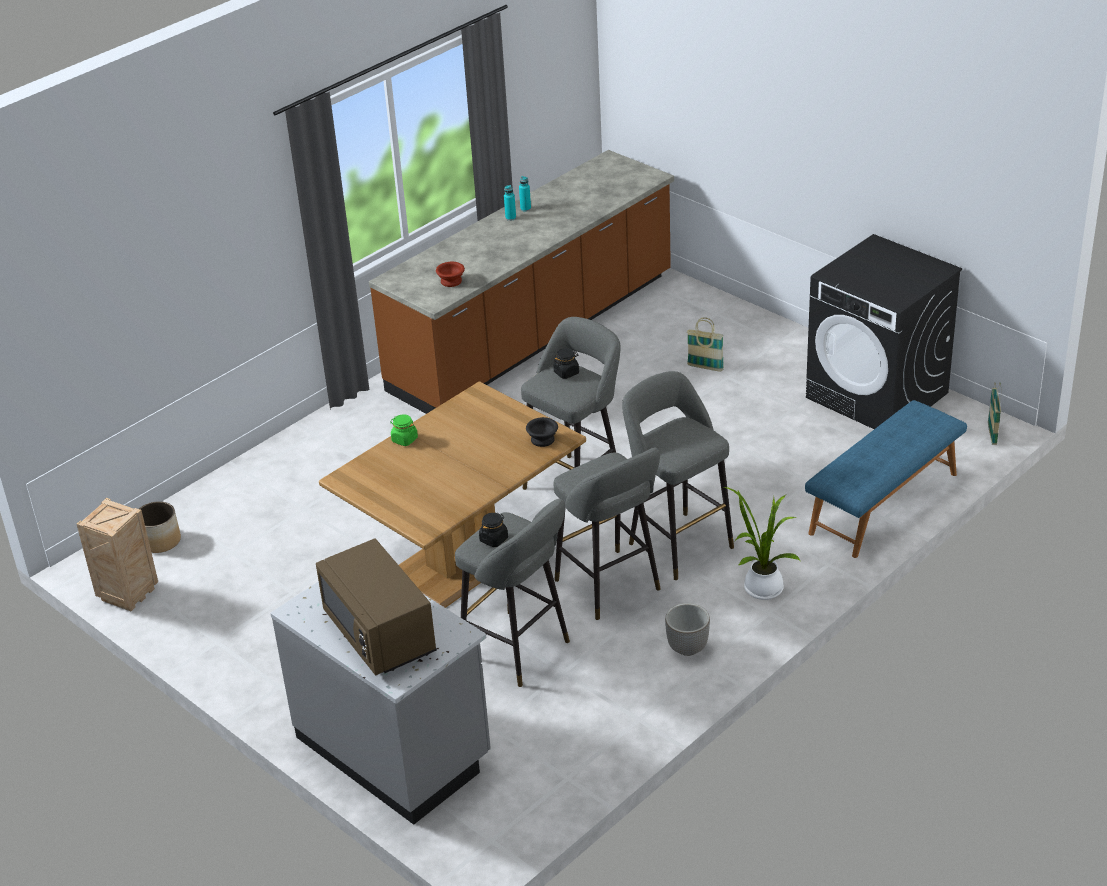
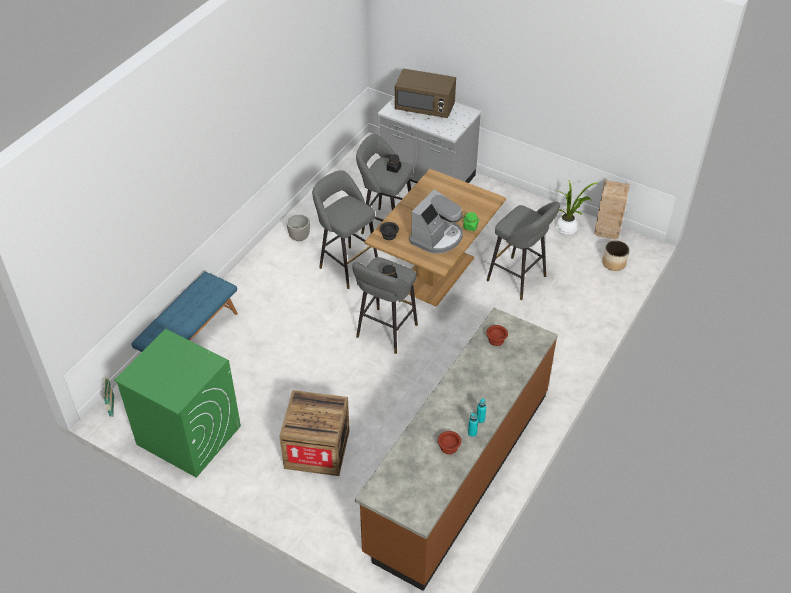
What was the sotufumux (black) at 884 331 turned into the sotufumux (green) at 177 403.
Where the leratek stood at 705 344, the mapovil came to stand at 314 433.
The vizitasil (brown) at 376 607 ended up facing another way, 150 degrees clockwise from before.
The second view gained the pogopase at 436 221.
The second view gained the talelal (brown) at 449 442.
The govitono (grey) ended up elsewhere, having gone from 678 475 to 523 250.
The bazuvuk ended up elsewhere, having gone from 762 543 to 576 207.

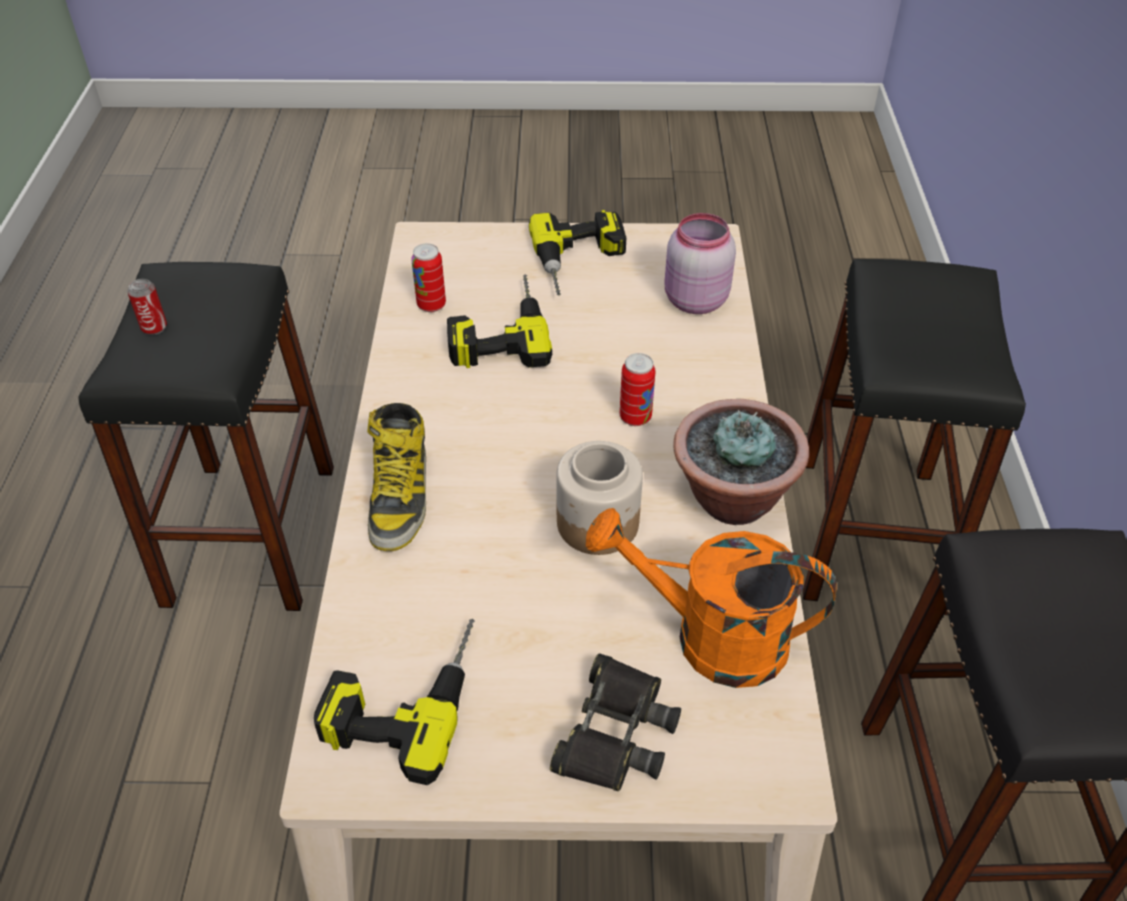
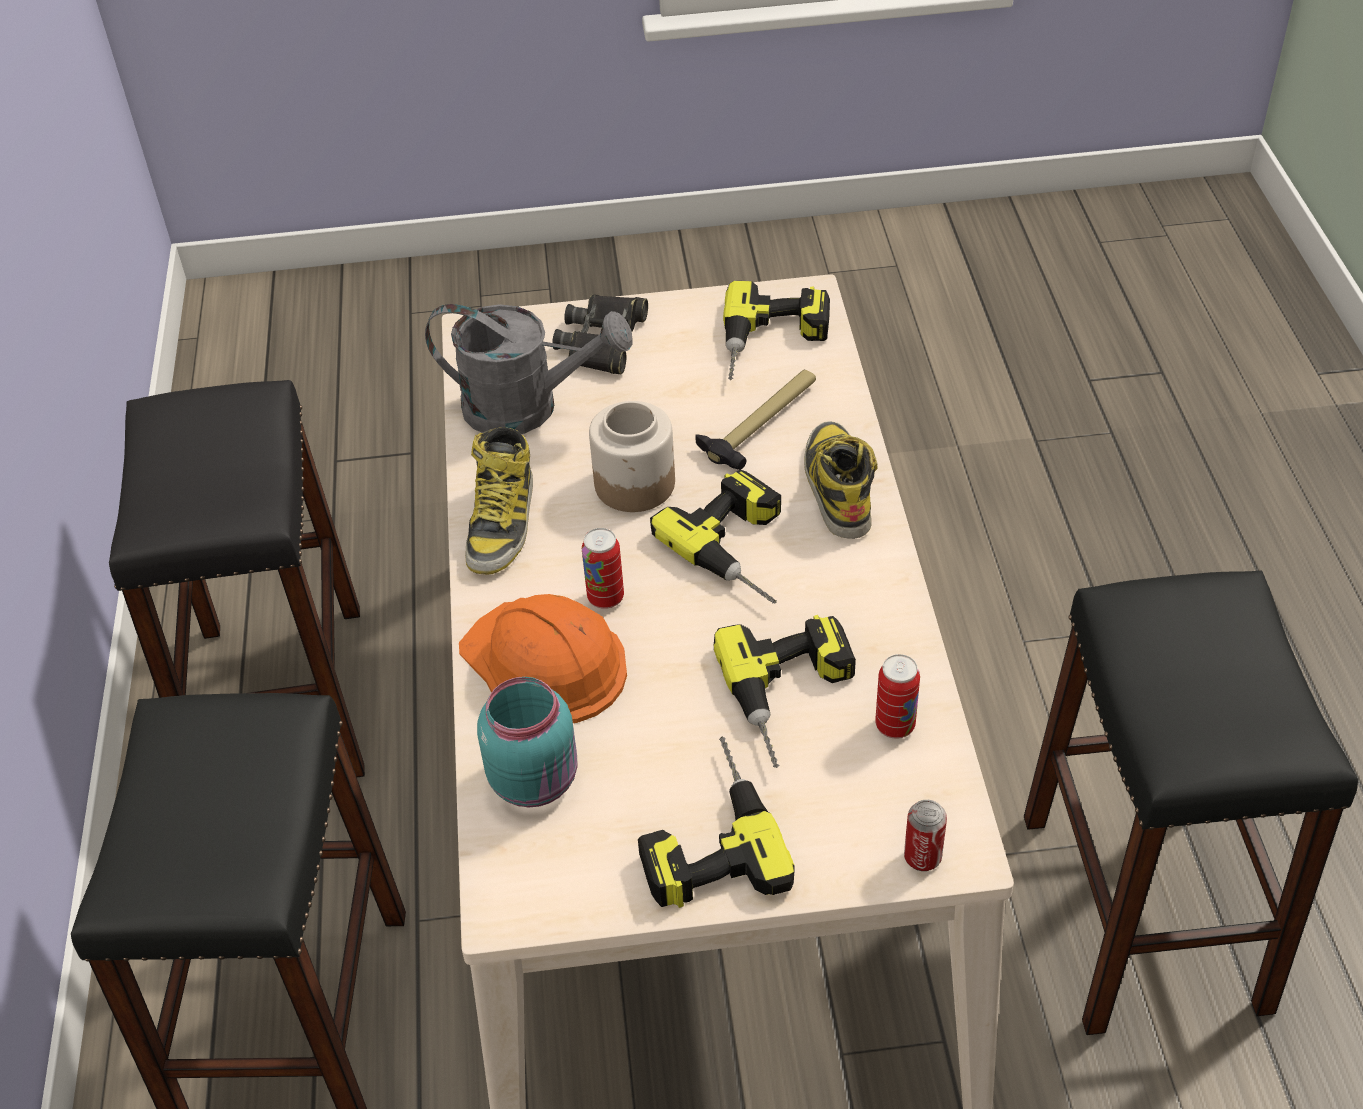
What was the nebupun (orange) at 711 598 turned into the nebupun (grey) at 528 369.
The second view gained the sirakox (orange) at 543 658.
Where the bazuvuk stood at 741 462, the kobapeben came to stand at 499 501.
What was the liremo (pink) at 700 263 turned into the liremo (turquoise) at 527 742.
The second view gained the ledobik at 715 536.
The second view gained the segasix at 755 420.
The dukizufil ended up elsewhere, having gone from 147 307 to 925 835.

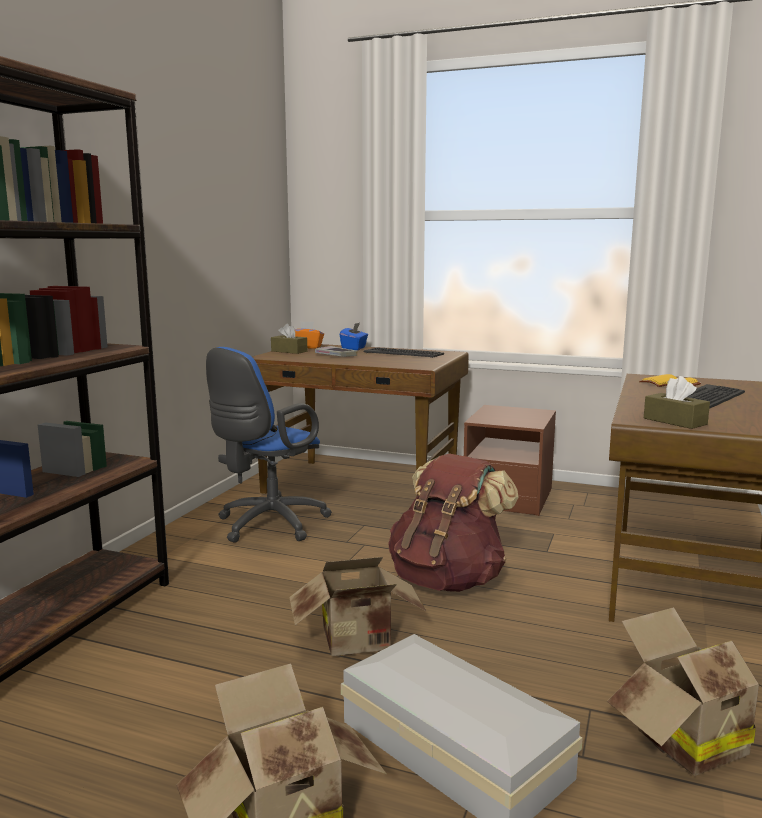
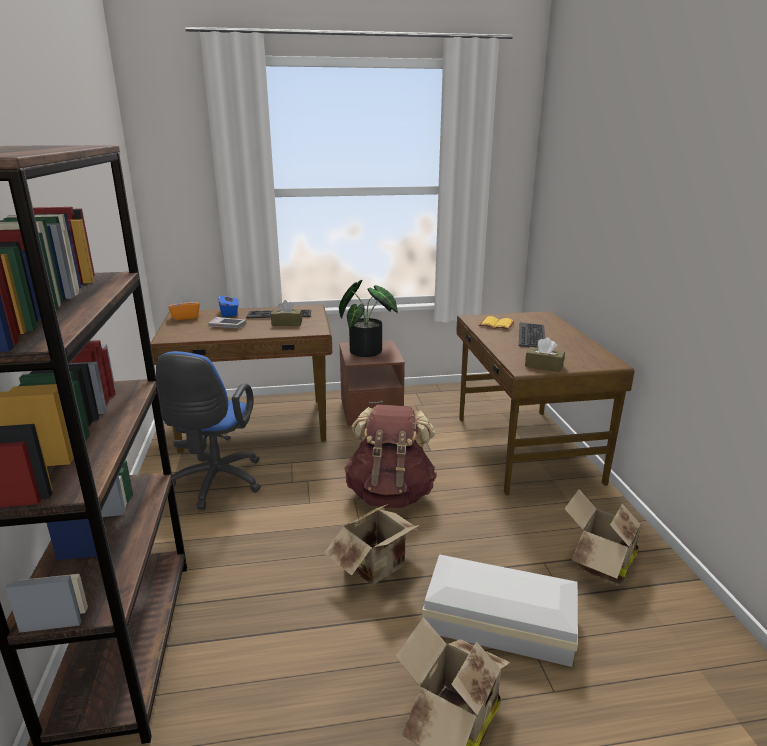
The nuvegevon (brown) ended up elsewhere, having gone from 289 339 to 286 313.
The second view gained the bazuvuk at 368 318.

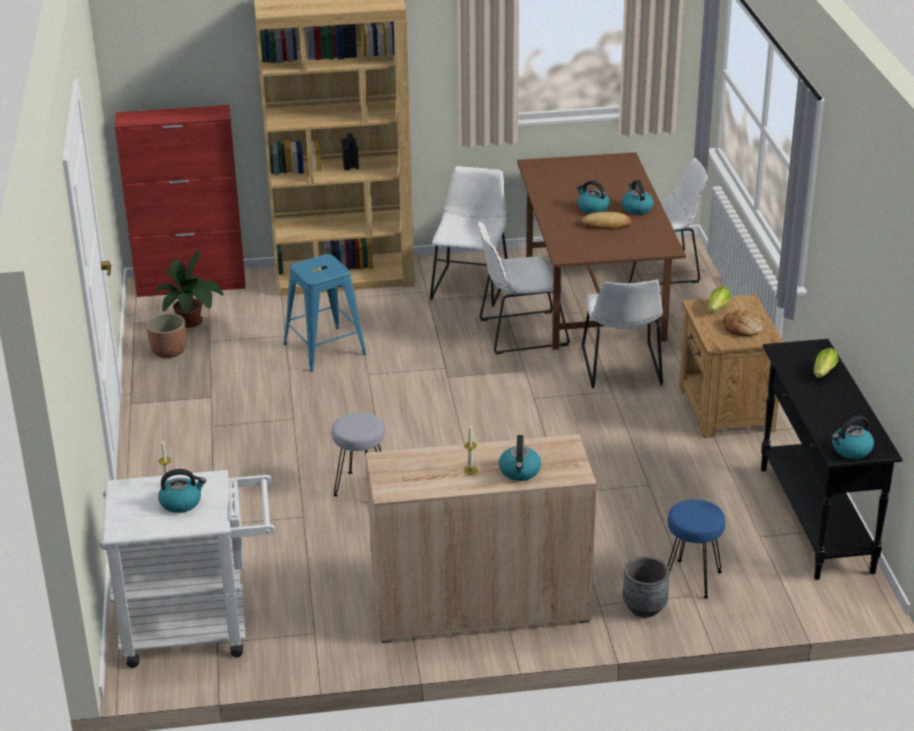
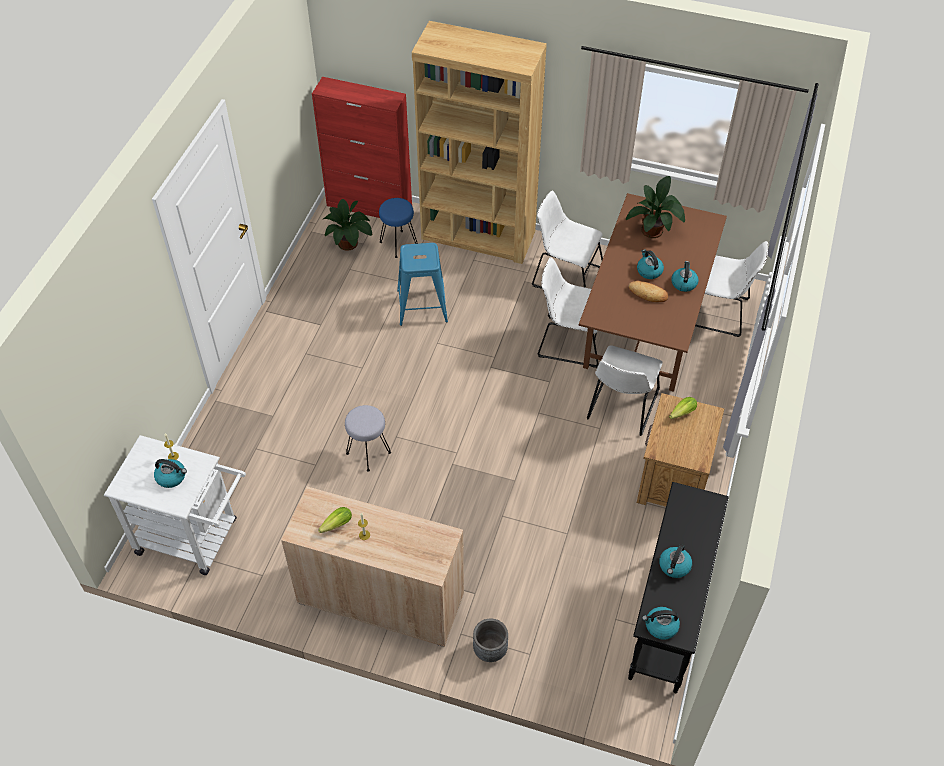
The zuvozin ended up elsewhere, having gone from 826 363 to 335 520.
The govitono (blue) ended up elsewhere, having gone from 696 548 to 398 228.
The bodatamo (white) at 469 236 ended up facing another way, 105 degrees counterclockwise from before.
The second view gained the bazuvuk at 655 207.
The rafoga ended up elsewhere, having gone from 520 458 to 675 561.
The second view lost the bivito at 166 335.
The second view lost the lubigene at 743 322.

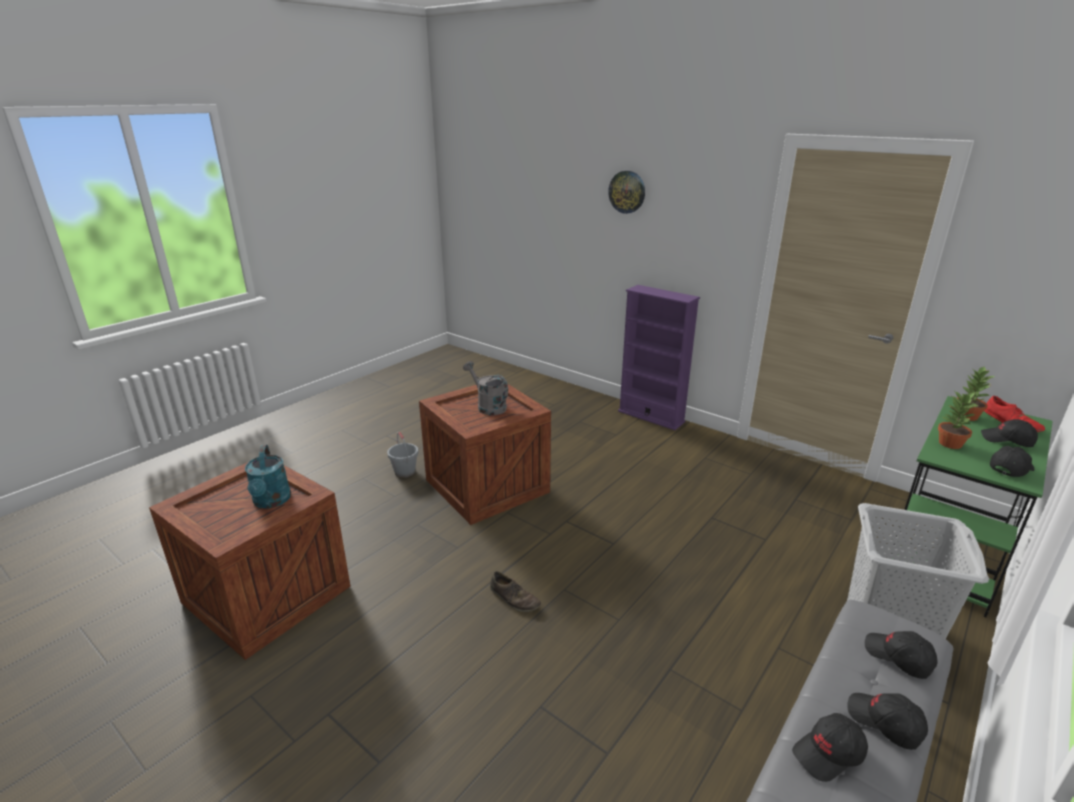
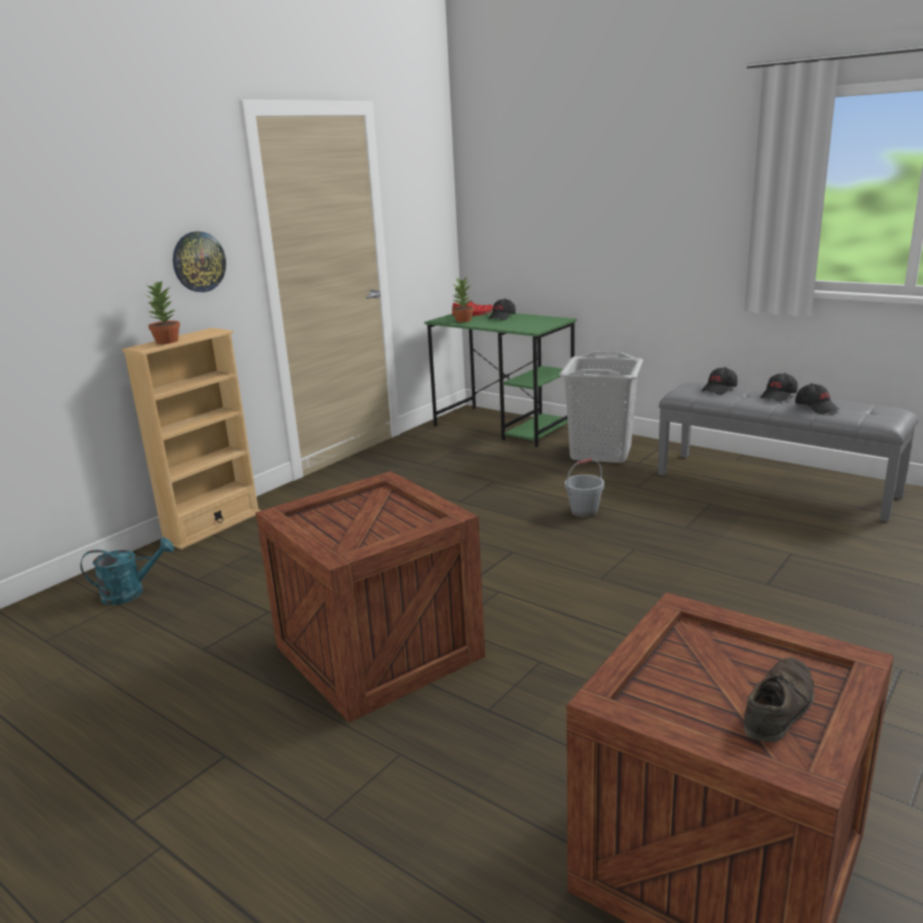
The nebupun (turquoise) ended up elsewhere, having gone from 268 477 to 127 571.
What was the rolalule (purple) at 659 357 turned into the rolalule (beige) at 191 438.
The bazuvuk ended up elsewhere, having gone from 958 420 to 163 312.
The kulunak ended up elsewhere, having gone from 626 192 to 199 261.
The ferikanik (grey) ended up elsewhere, having gone from 402 455 to 584 488.
The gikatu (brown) ended up elsewhere, having gone from 515 591 to 779 699.
The second view lost the nebupun (grey) at 485 388.
The second view lost the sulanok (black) at 1012 461.

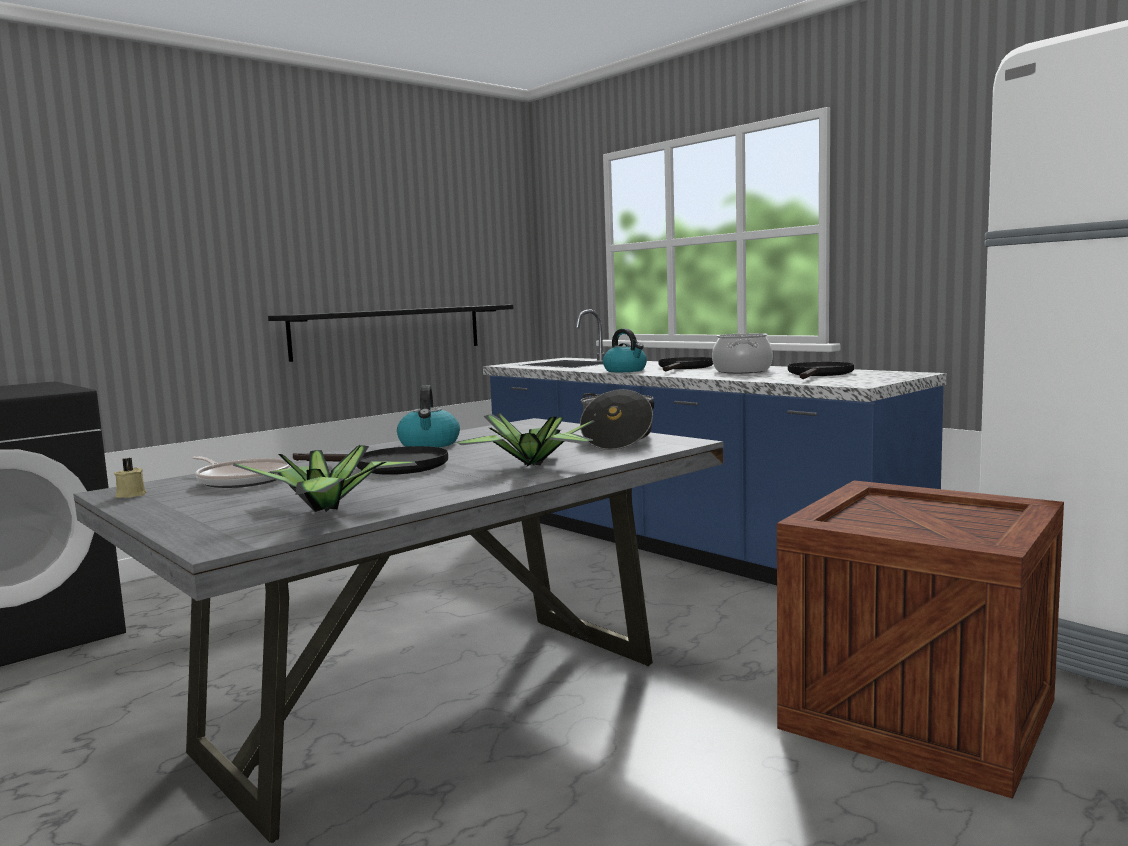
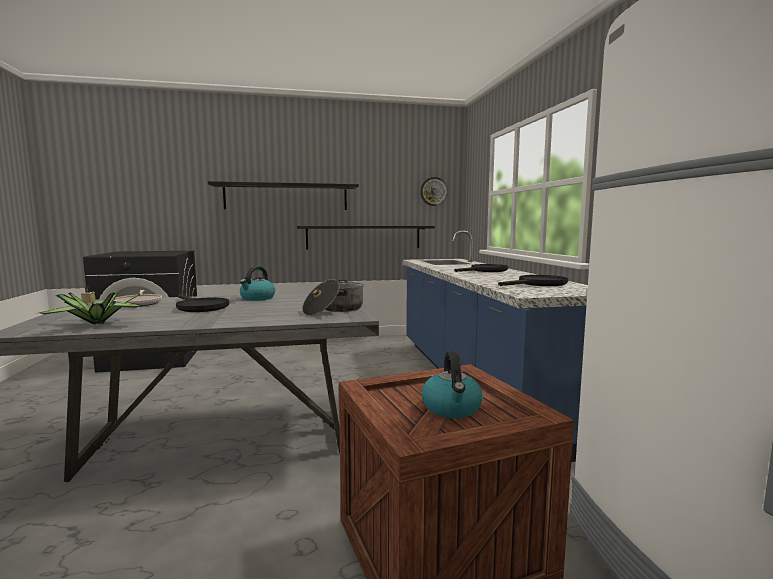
The second view gained the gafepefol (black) at 283 195.
The second view gained the kulunak at 434 191.
The rafoga ended up elsewhere, having gone from 625 350 to 452 384.
The second view lost the bazuvuk at 525 440.
The second view lost the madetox at 742 353.

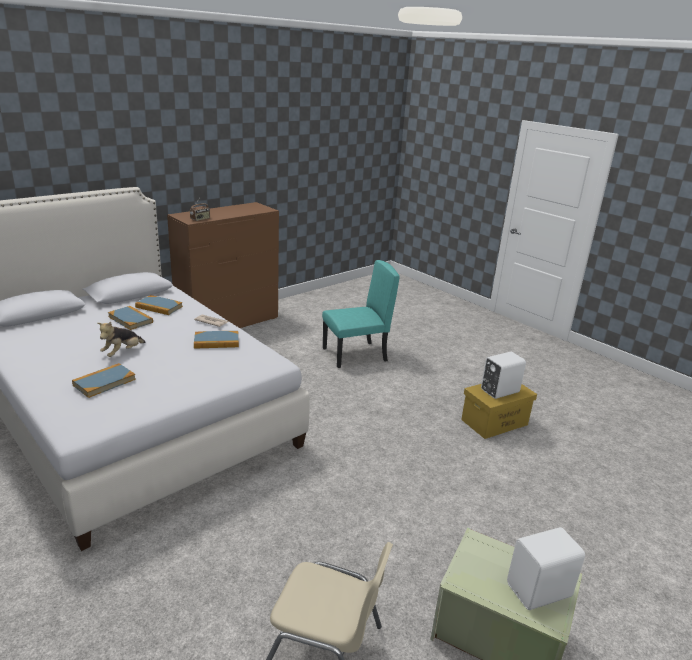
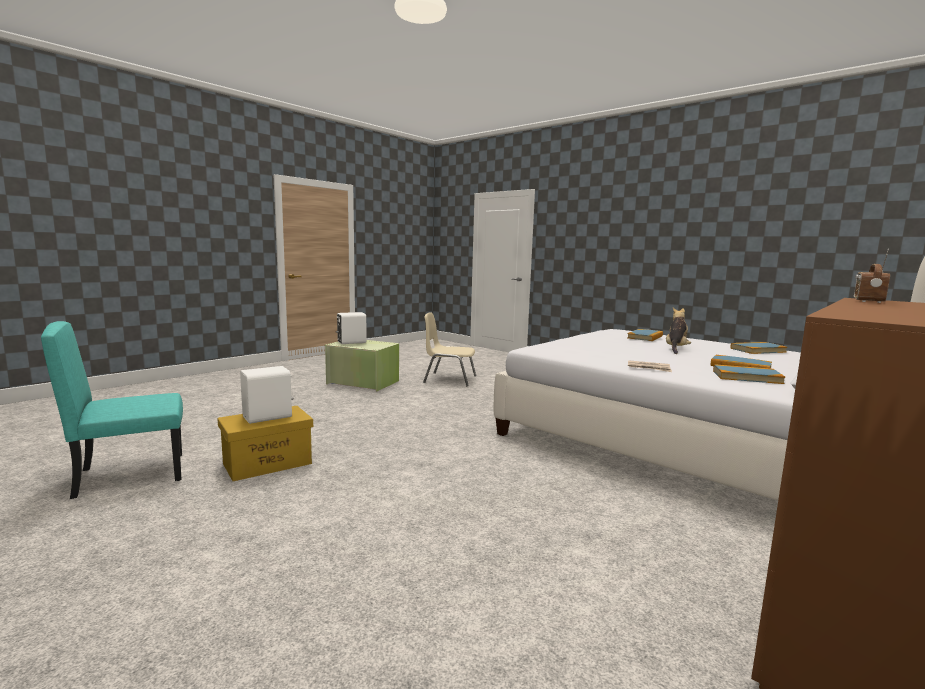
The bodatamo (turquoise) ended up elsewhere, having gone from 361 314 to 112 410.
The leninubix ended up elsewhere, having gone from 216 340 to 758 348.

